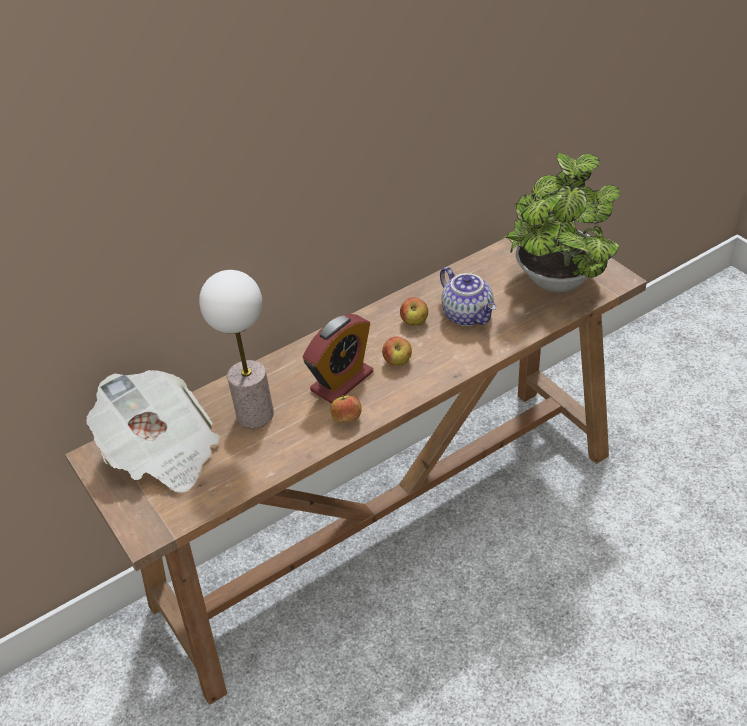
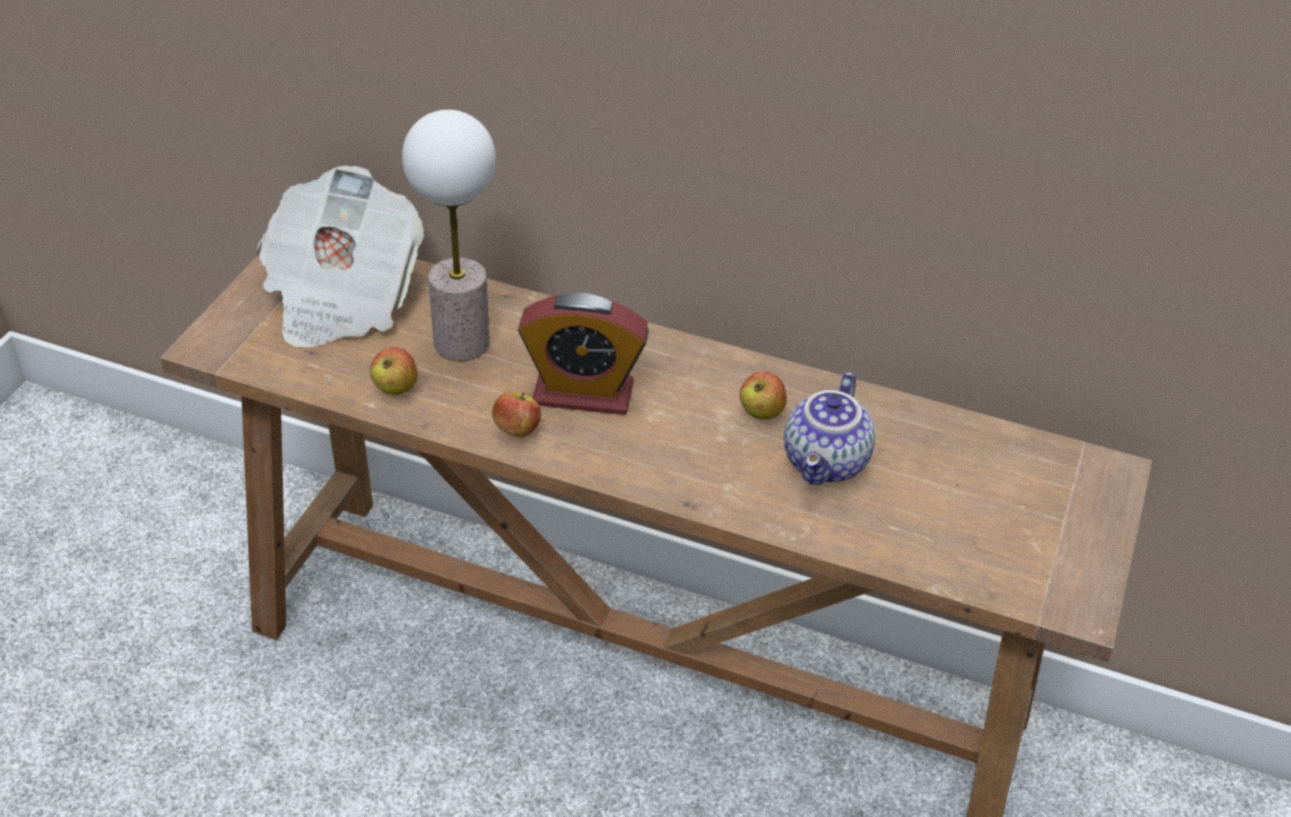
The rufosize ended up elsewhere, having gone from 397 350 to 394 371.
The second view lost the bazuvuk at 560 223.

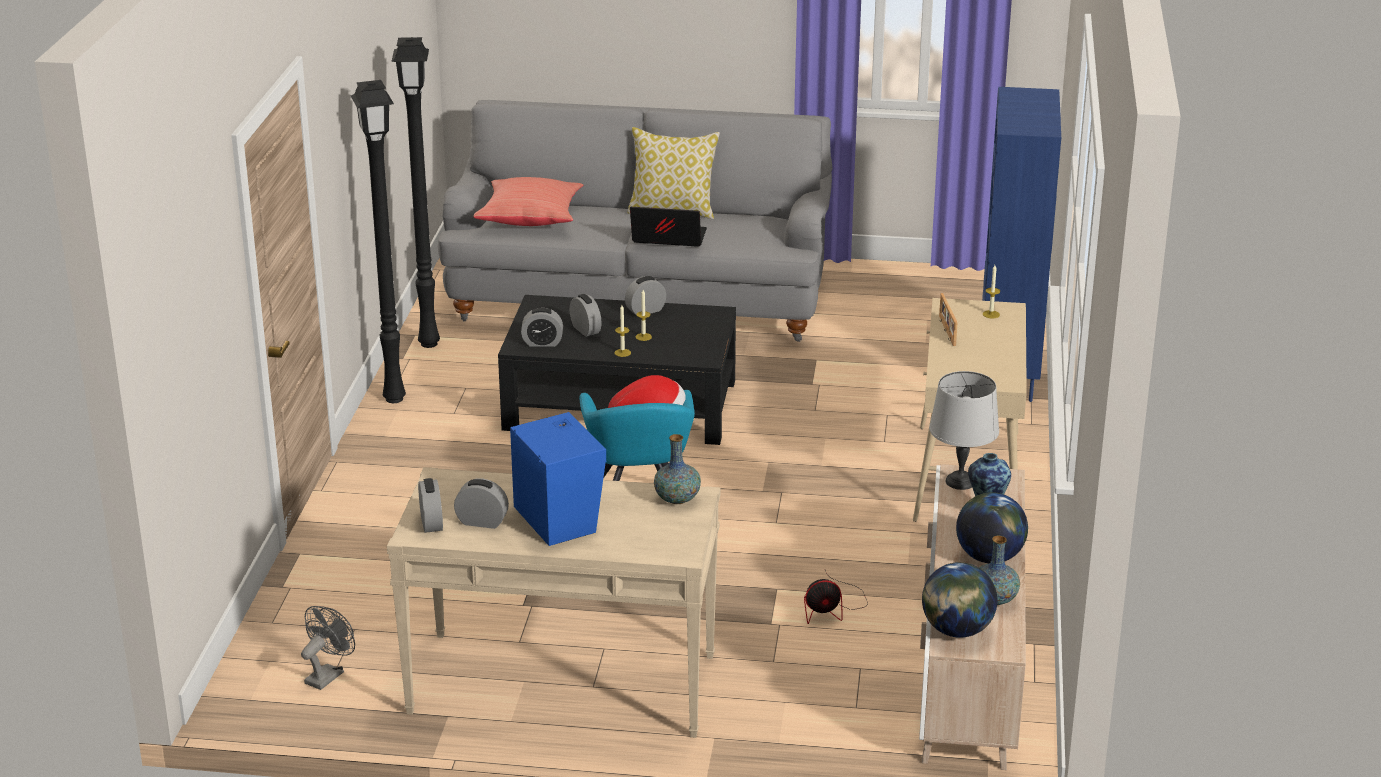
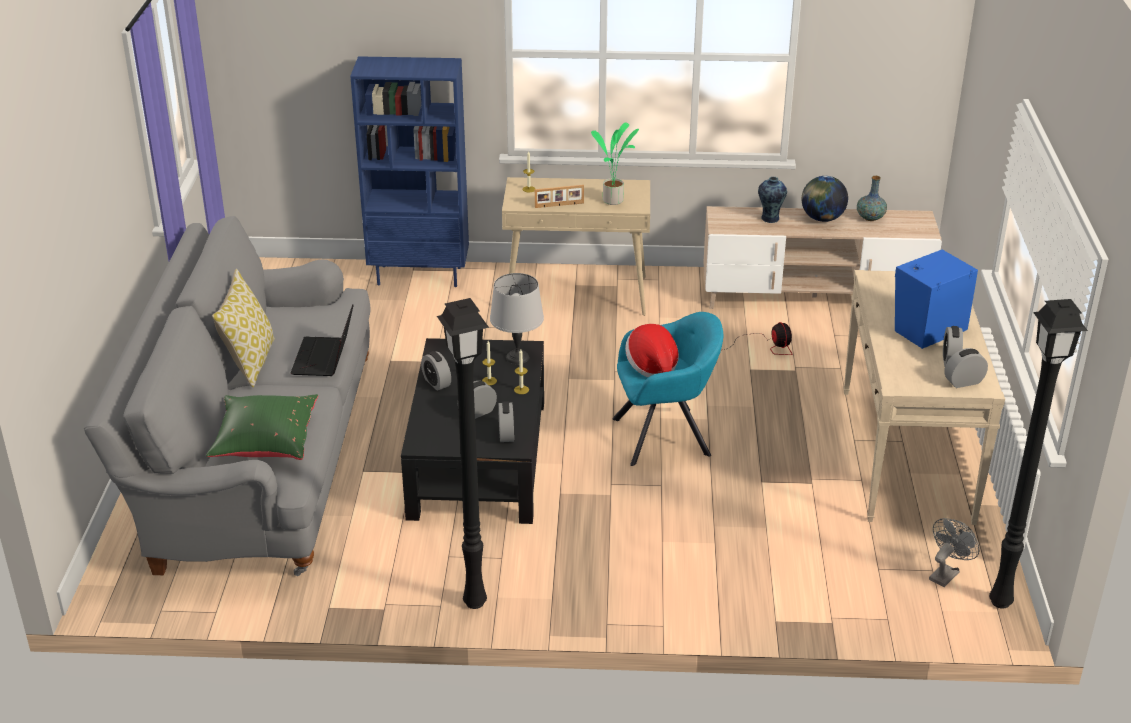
What was the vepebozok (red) at 528 201 turned into the vepebozok (green) at 262 427.
The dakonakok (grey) ended up elsewhere, having gone from 964 430 to 517 318.
The second view gained the bazuvuk at 615 163.
The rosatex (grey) at 328 648 ended up facing another way, 105 degrees clockwise from before.
The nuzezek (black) ended up elsewhere, having gone from 415 192 to 1038 454.
The second view lost the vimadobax at 677 469.
The second view lost the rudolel at 959 600.

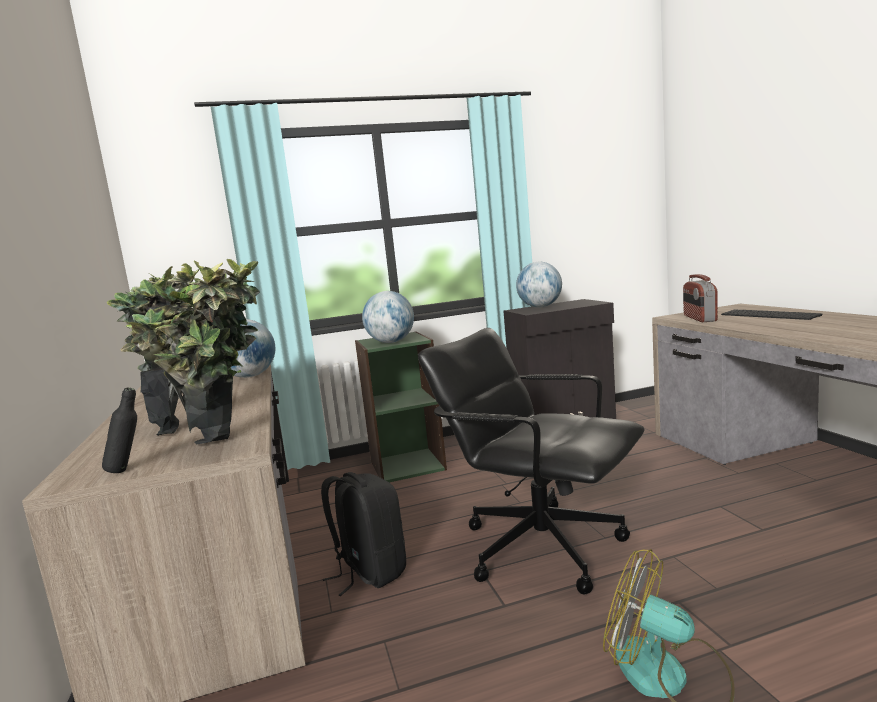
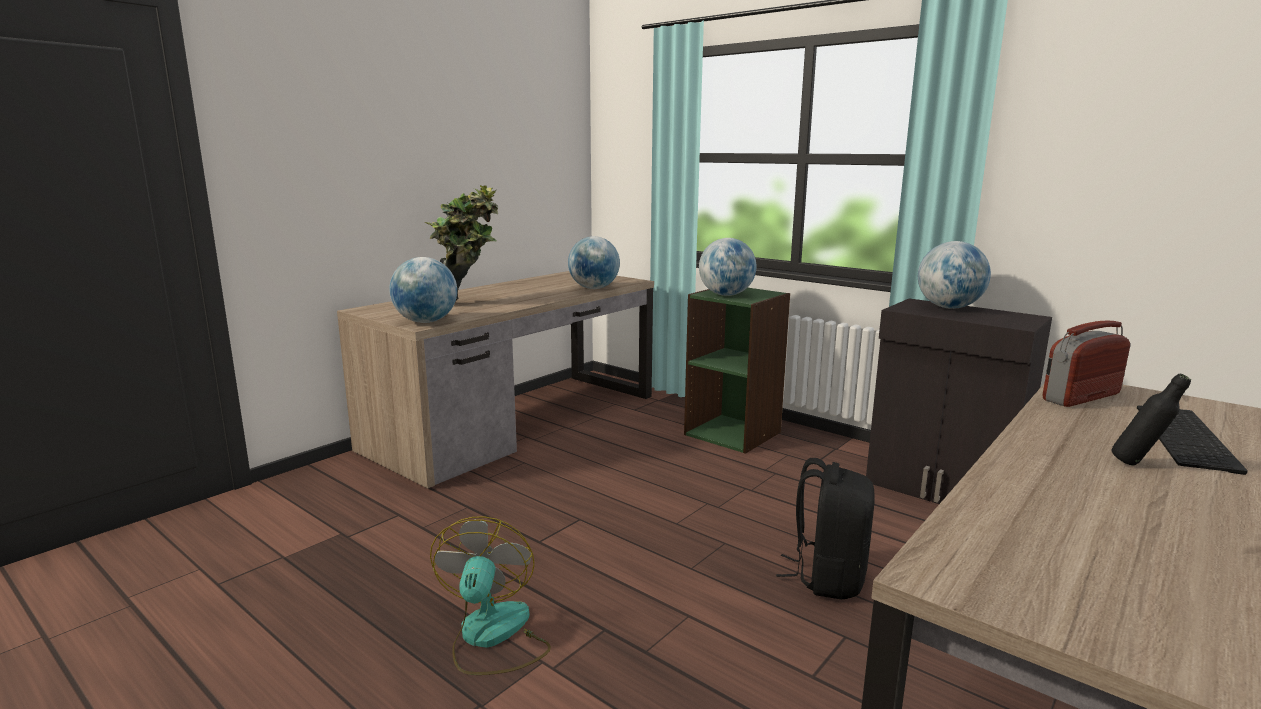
Where the bazuvuk stood at 206 352, the rudolel came to stand at 423 290.
The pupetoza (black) ended up elsewhere, having gone from 363 534 to 825 529.
The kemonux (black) ended up elsewhere, having gone from 119 430 to 1151 419.
The second view lost the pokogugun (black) at 531 461.

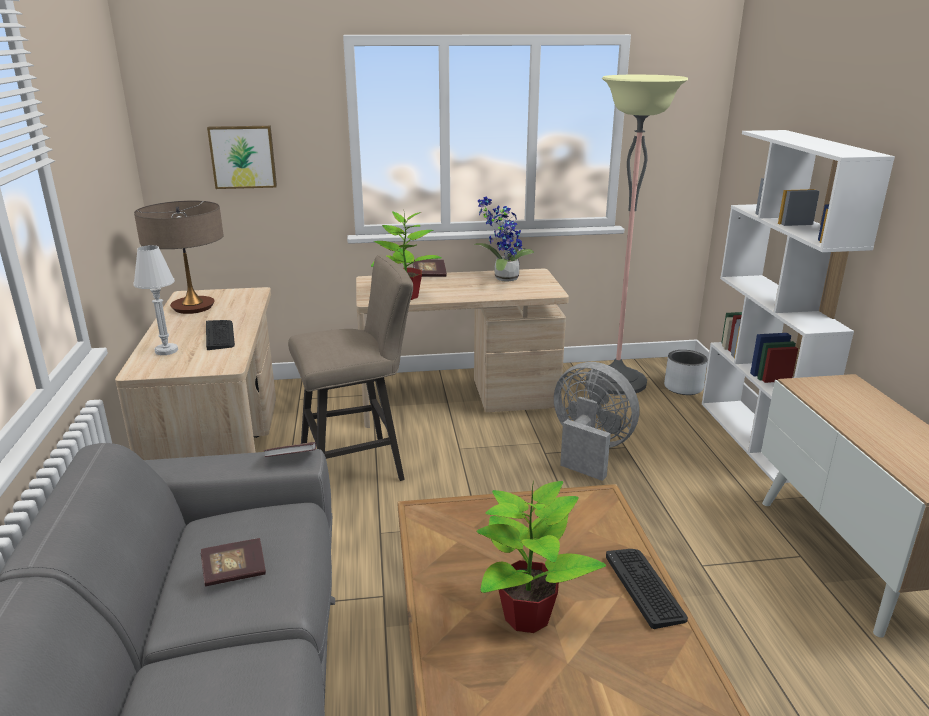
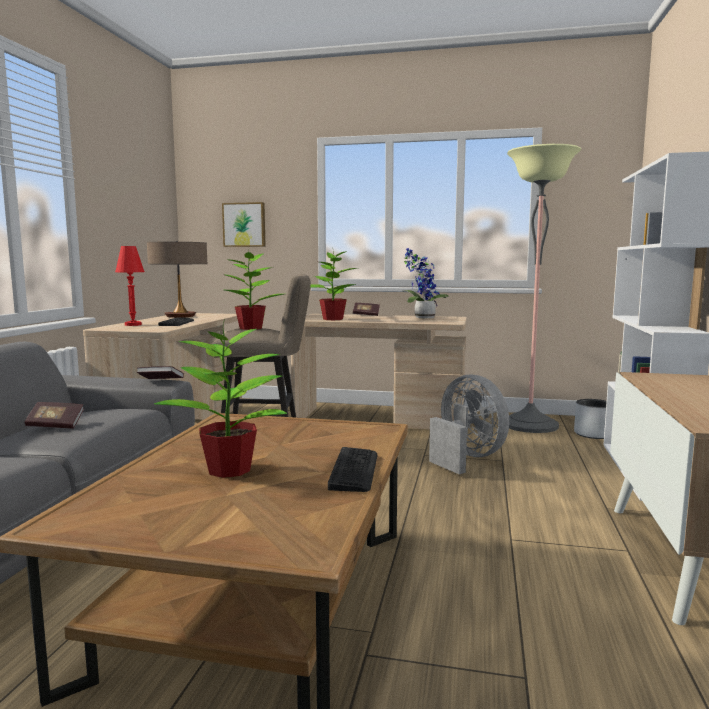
What was the dakonakok (white) at 156 300 turned into the dakonakok (red) at 130 286.
The second view gained the bazuvuk at 254 290.

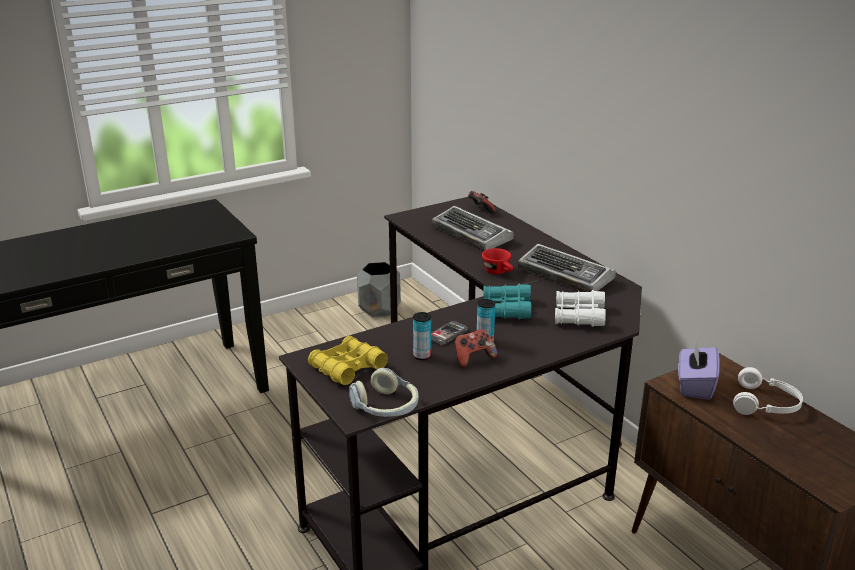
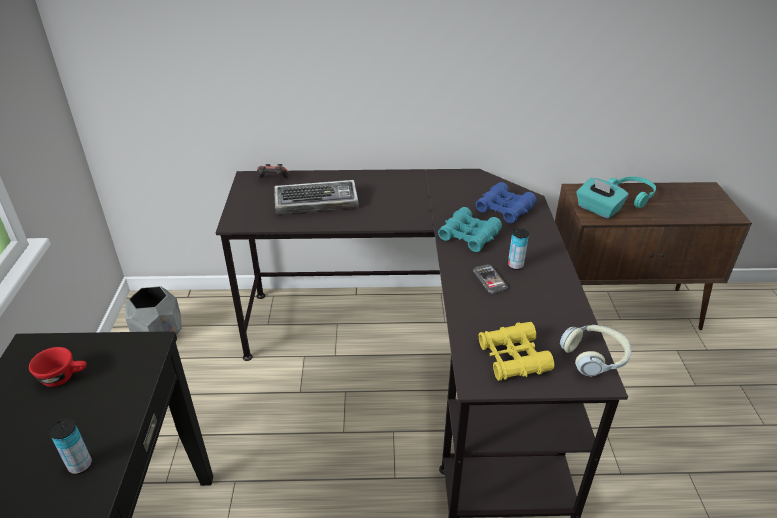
The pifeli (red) ended up elsewhere, having gone from 497 261 to 58 367.
The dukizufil ended up elsewhere, having gone from 422 336 to 70 446.
What was the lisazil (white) at 580 308 turned into the lisazil (blue) at 505 202.
What was the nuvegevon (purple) at 699 370 turned into the nuvegevon (turquoise) at 602 198.
What was the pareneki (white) at 768 391 turned into the pareneki (turquoise) at 632 192.
The second view lost the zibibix at 476 348.
The second view lost the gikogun at 567 268.

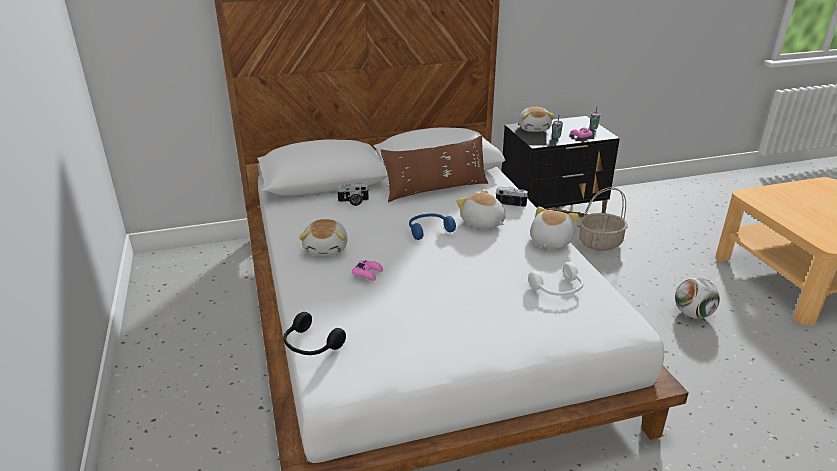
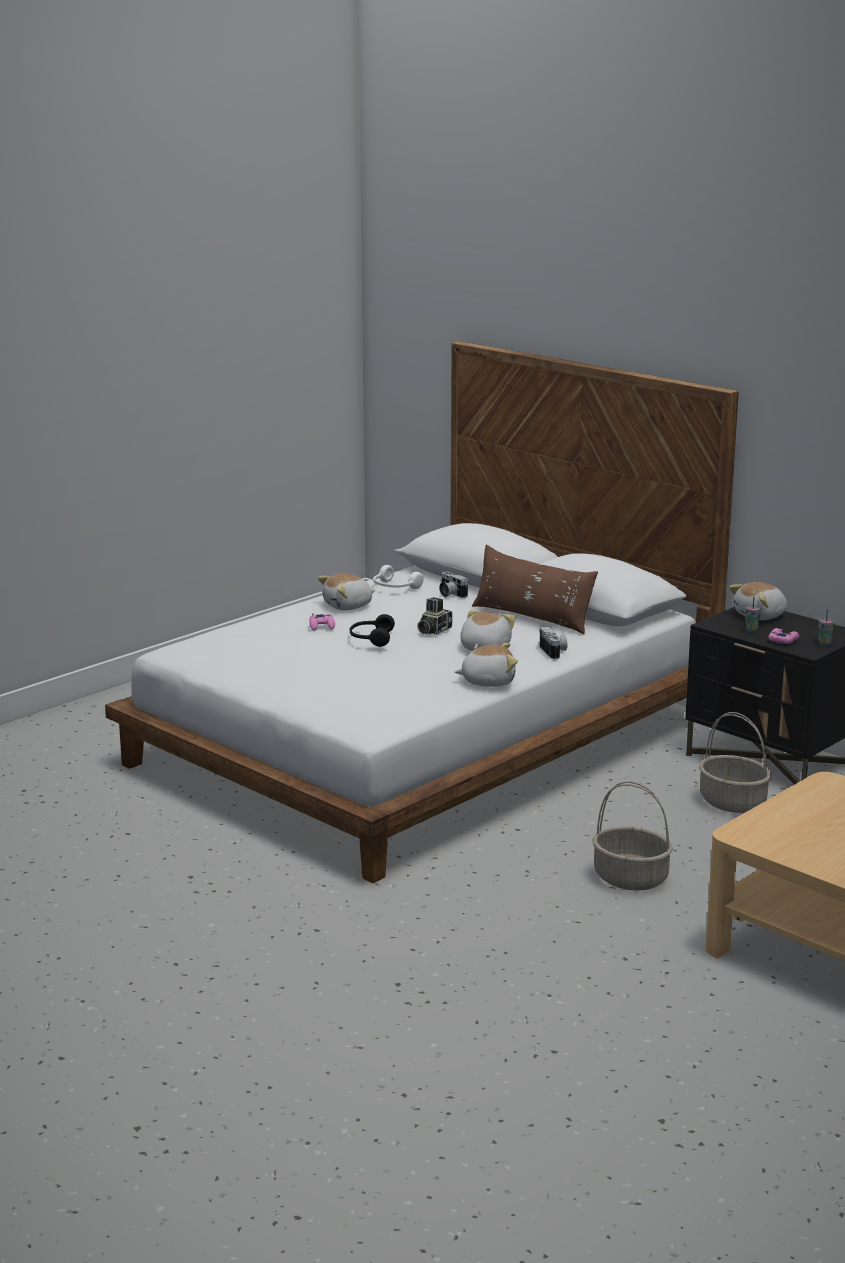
The pareneki (black) ended up elsewhere, having gone from 314 333 to 372 630.
The pareneki (white) ended up elsewhere, having gone from 555 279 to 398 577.
Where the pareneki (blue) stood at 432 226, the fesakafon came to stand at 435 616.
Where the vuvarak stood at 697 298, the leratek came to stand at 632 836.

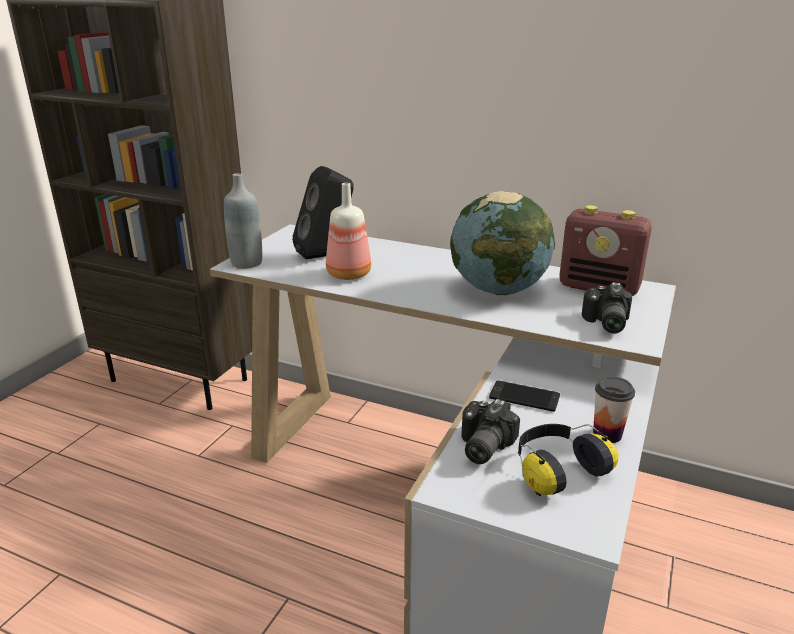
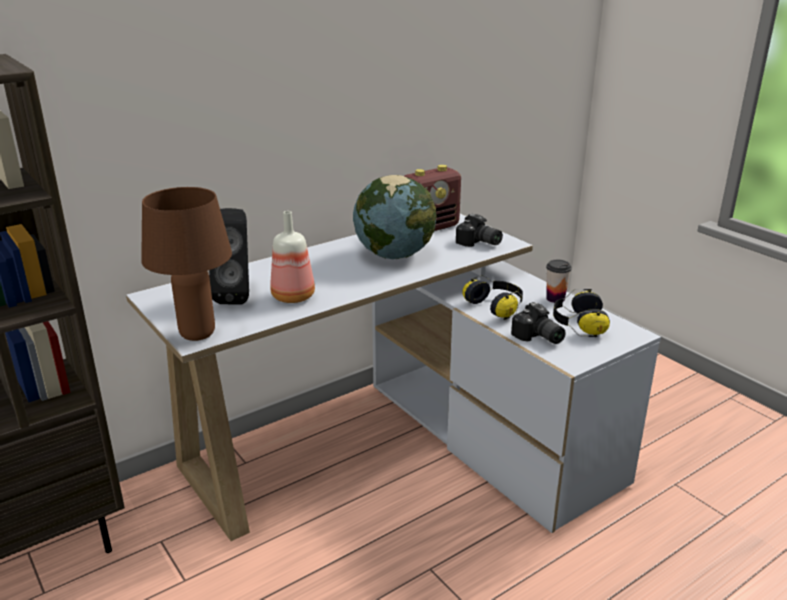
Where the kemonux (grey) stood at 243 221, the dakonakok (brown) came to stand at 186 264.
Where the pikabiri stood at 524 396, the pareneki came to stand at 492 297.

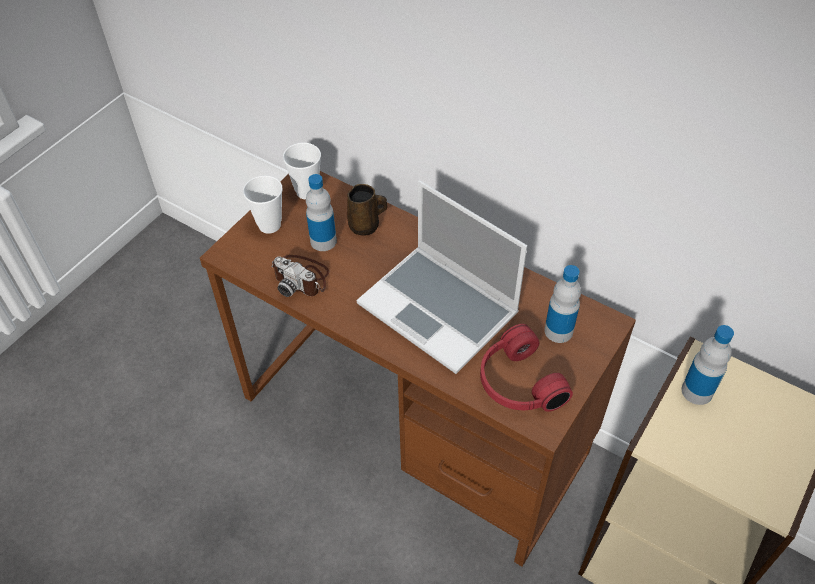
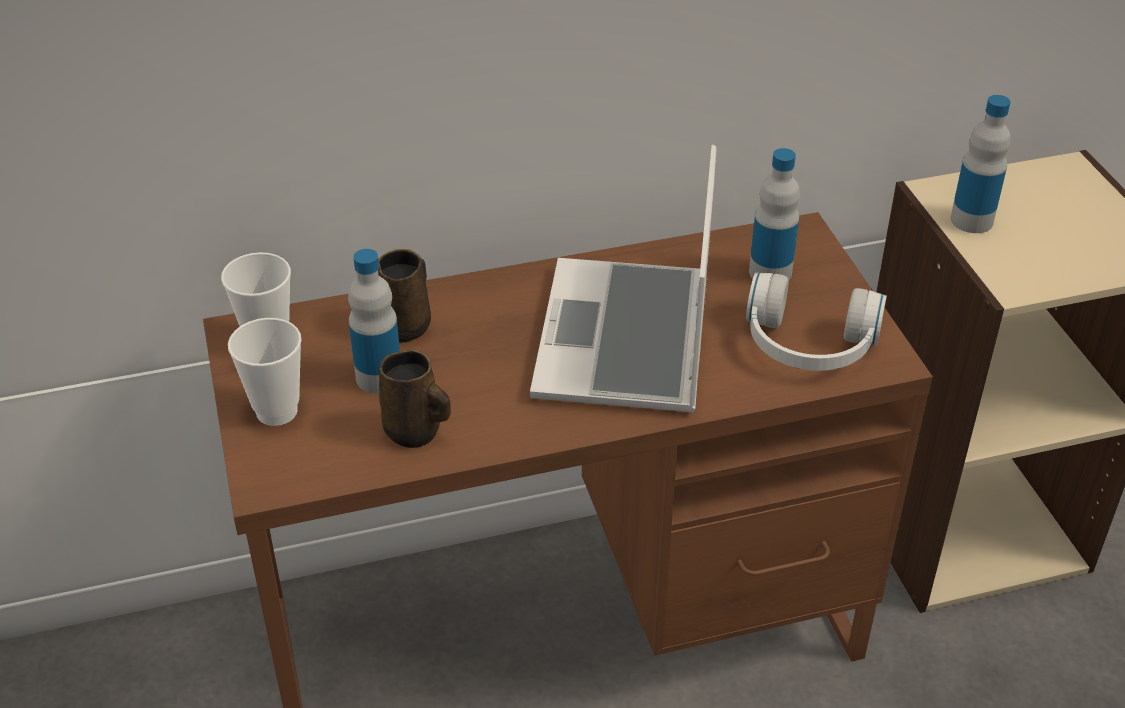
Where the fesakafon stood at 300 276, the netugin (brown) came to stand at 415 399.
The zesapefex at 442 277 ended up facing another way, 105 degrees clockwise from before.
What was the pareneki (red) at 526 368 turned into the pareneki (white) at 816 322.

